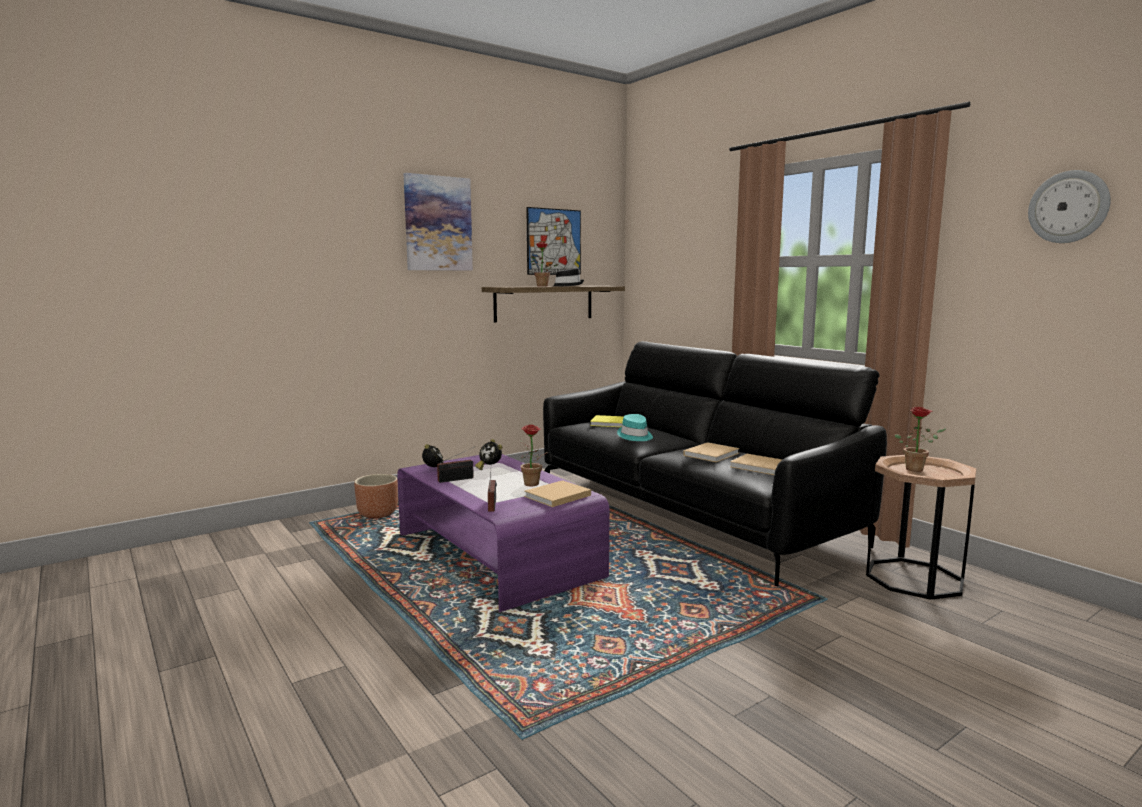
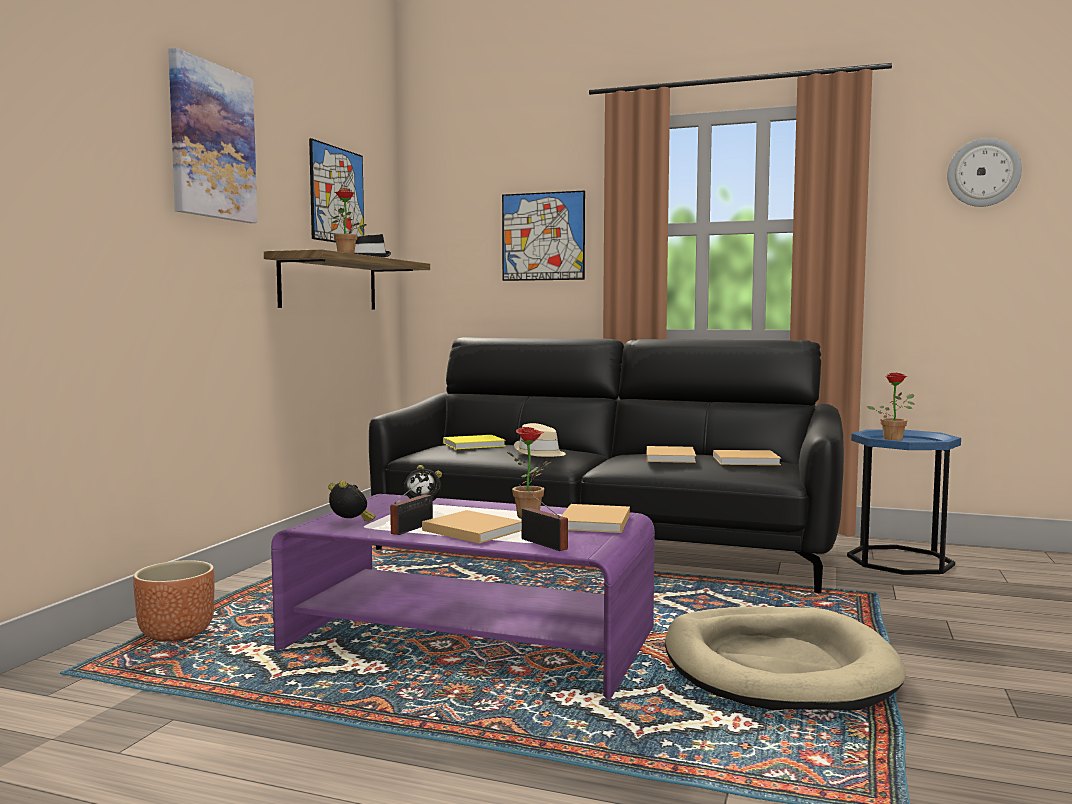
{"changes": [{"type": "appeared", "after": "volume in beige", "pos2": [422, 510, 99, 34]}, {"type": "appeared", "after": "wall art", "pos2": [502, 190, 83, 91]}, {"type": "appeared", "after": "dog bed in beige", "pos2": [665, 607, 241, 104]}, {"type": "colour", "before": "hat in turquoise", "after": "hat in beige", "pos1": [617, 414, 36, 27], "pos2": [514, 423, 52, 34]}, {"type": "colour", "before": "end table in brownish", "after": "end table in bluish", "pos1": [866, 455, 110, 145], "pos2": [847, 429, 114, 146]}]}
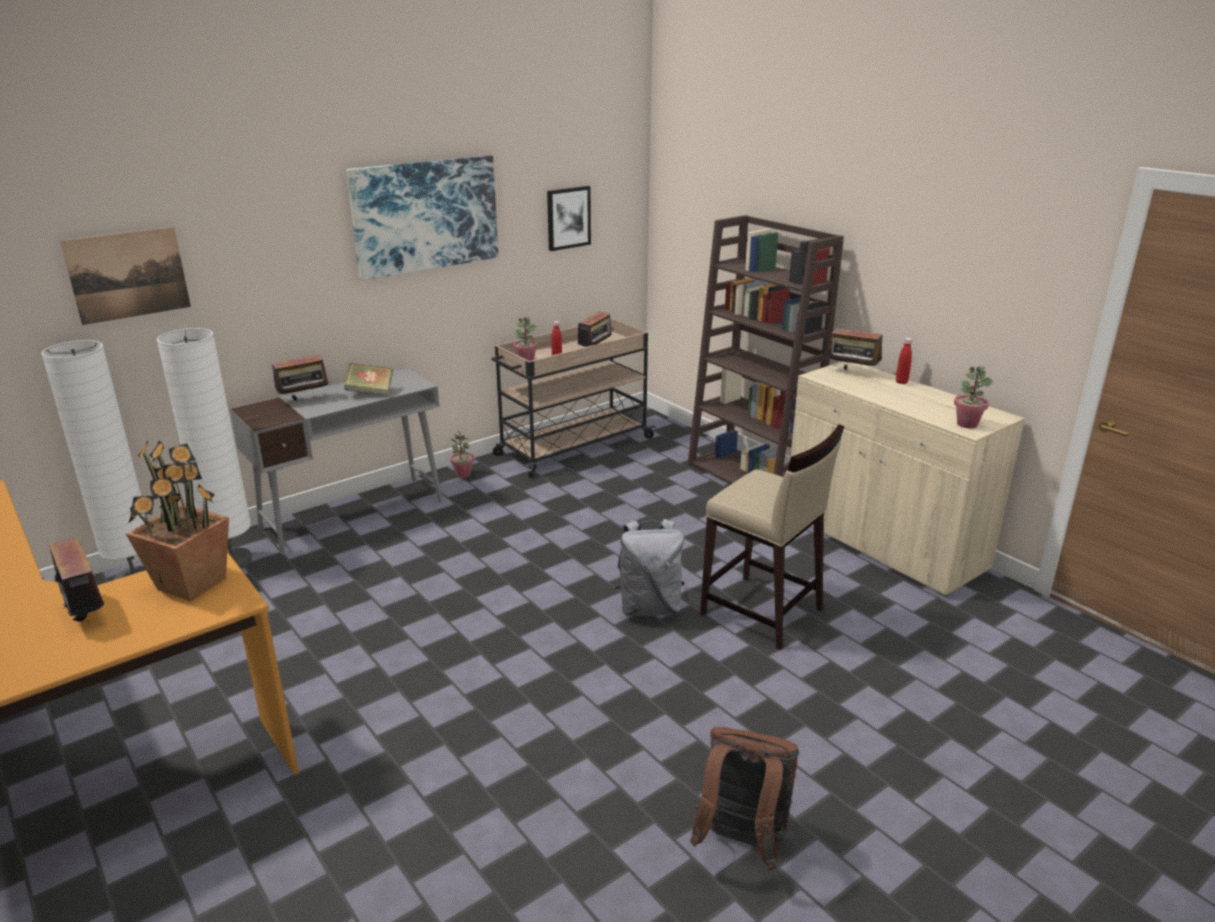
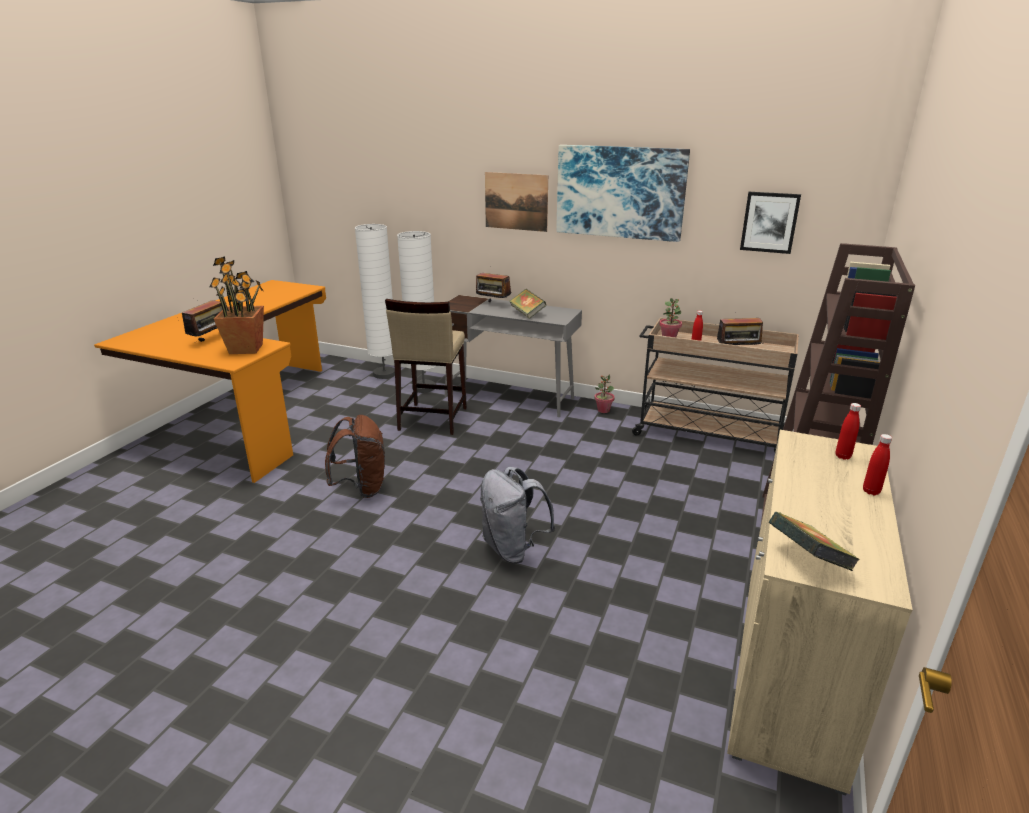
{"changes": [{"type": "relocated", "before": "wall art", "pos1": [60, 227, 131, 98], "pos2": [485, 172, 63, 60]}, {"type": "relocated", "before": "rucksack in brownish", "pos1": [690, 727, 109, 143], "pos2": [325, 415, 60, 83]}, {"type": "relocated", "before": "stool in beige", "pos1": [700, 424, 144, 226], "pos2": [385, 299, 82, 136]}, {"type": "exchanged", "before": "radio set", "after": "beverage bottle in red-coloured", "pos1": [828, 321, 55, 49], "pos2": [835, 403, 26, 57]}, {"type": "exchanged", "before": "houseplant", "after": "volume", "pos1": [954, 366, 39, 62], "pos2": [769, 512, 91, 59]}]}
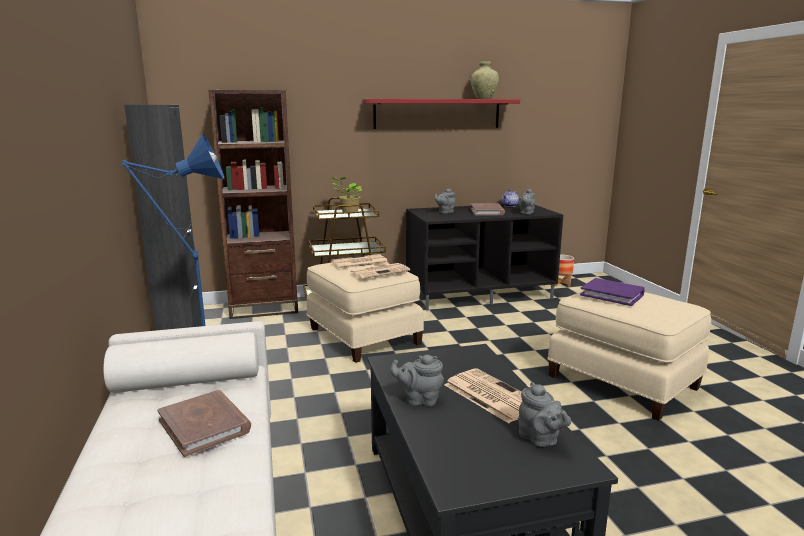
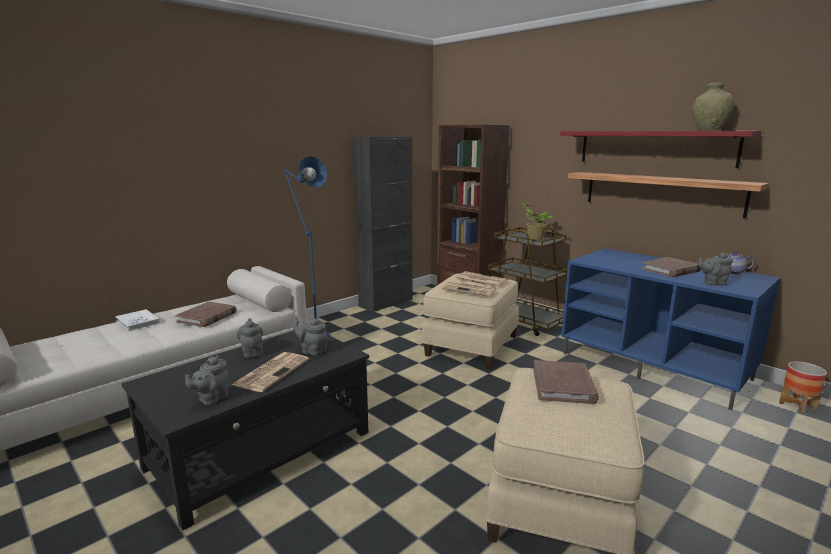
{"changes": [{"type": "appeared", "after": "volume in white", "pos2": [116, 309, 44, 22]}, {"type": "appeared", "after": "wall shelf", "pos2": [568, 172, 201, 46]}, {"type": "relocated", "before": "pot for tea in greyish", "pos1": [435, 189, 20, 24], "pos2": [293, 319, 34, 37]}, {"type": "colour", "before": "tv unit in black-coloured", "after": "tv unit in bluish", "pos1": [406, 204, 157, 107], "pos2": [561, 248, 219, 162]}, {"type": "colour", "before": "volume in purple-coloured", "after": "volume in brownish", "pos1": [580, 278, 65, 28], "pos2": [533, 360, 66, 44]}]}
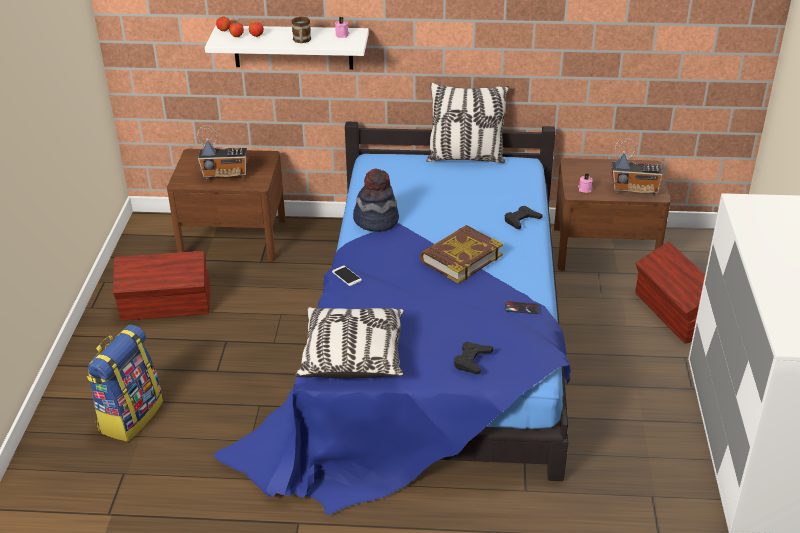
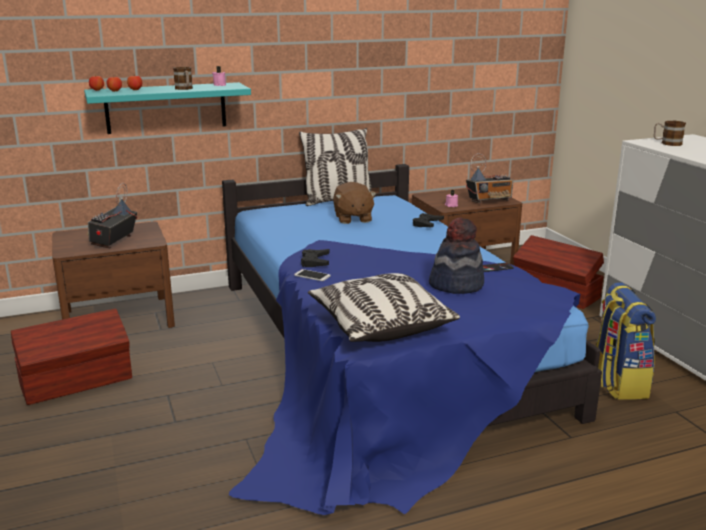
{"changes": [{"type": "missing", "before": "volume", "pos1": [420, 225, 83, 59]}, {"type": "appeared", "after": "soft toy in brownish", "pos2": [333, 182, 44, 42]}, {"type": "appeared", "after": "mug", "pos2": [654, 121, 32, 25]}, {"type": "relocated", "before": "rucksack", "pos1": [86, 325, 77, 117], "pos2": [596, 282, 60, 118]}, {"type": "relocated", "before": "hat", "pos1": [353, 169, 46, 63], "pos2": [429, 217, 55, 77]}, {"type": "relocated", "before": "gamepad in black-coloured", "pos1": [454, 342, 39, 32], "pos2": [301, 249, 28, 18]}, {"type": "colour", "before": "wall shelf in white", "after": "wall shelf in turquoise", "pos1": [205, 26, 164, 44], "pos2": [84, 82, 167, 52]}, {"type": "spun", "before": "radio set", "pos1": [198, 125, 50, 56], "pos2": [87, 183, 50, 66], "turn": 135}]}
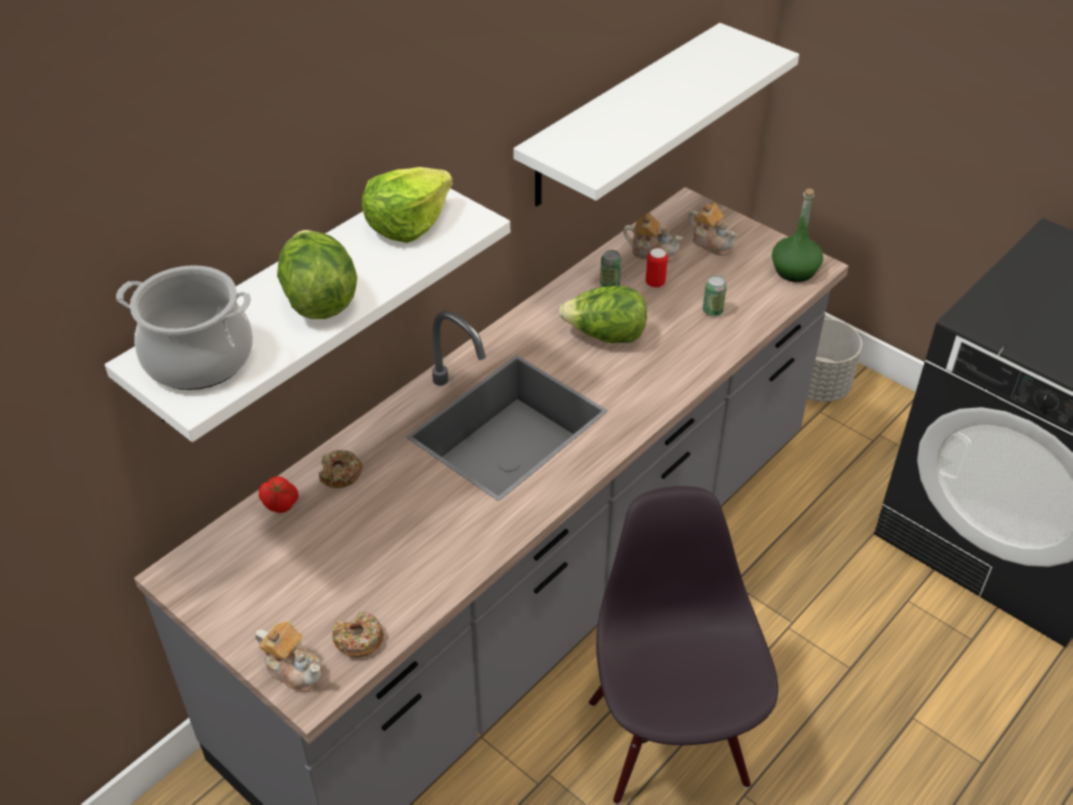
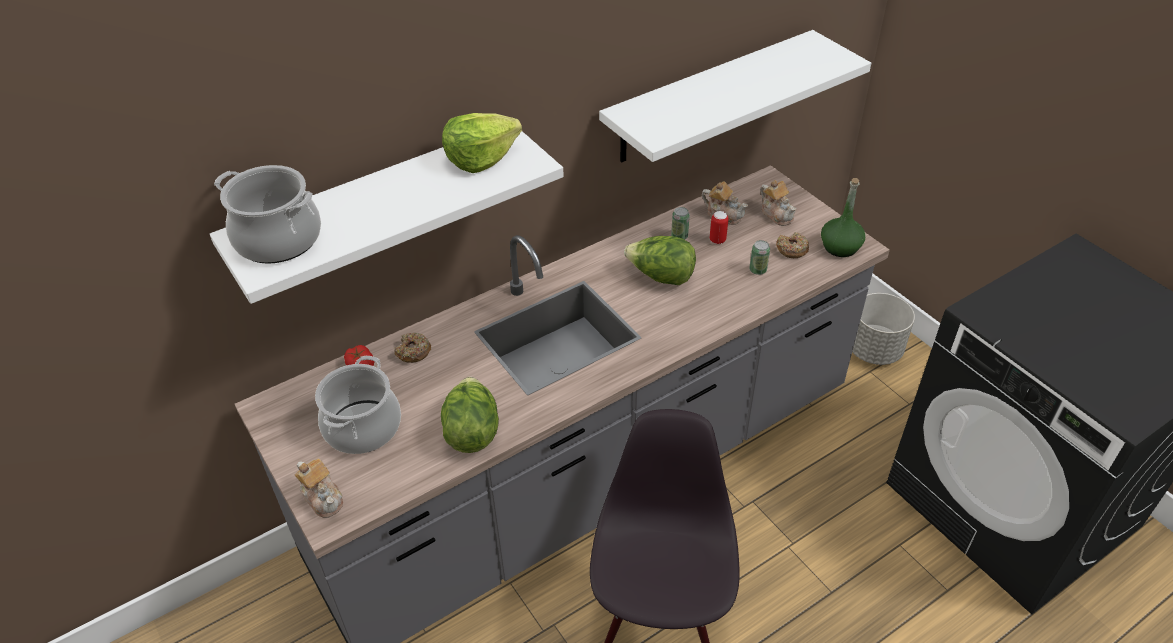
{"changes": [{"type": "appeared", "after": "stockpot", "pos2": [315, 356, 86, 98]}, {"type": "relocated", "before": "head of lettuce", "pos1": [277, 230, 80, 89], "pos2": [441, 377, 58, 76]}, {"type": "relocated", "before": "donut", "pos1": [332, 611, 52, 47], "pos2": [776, 232, 33, 26]}]}
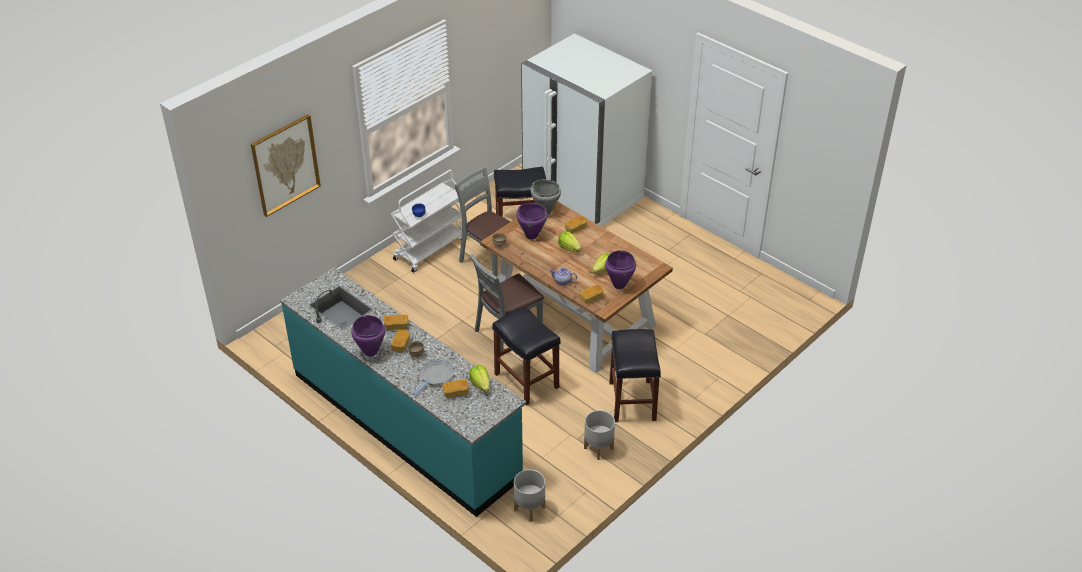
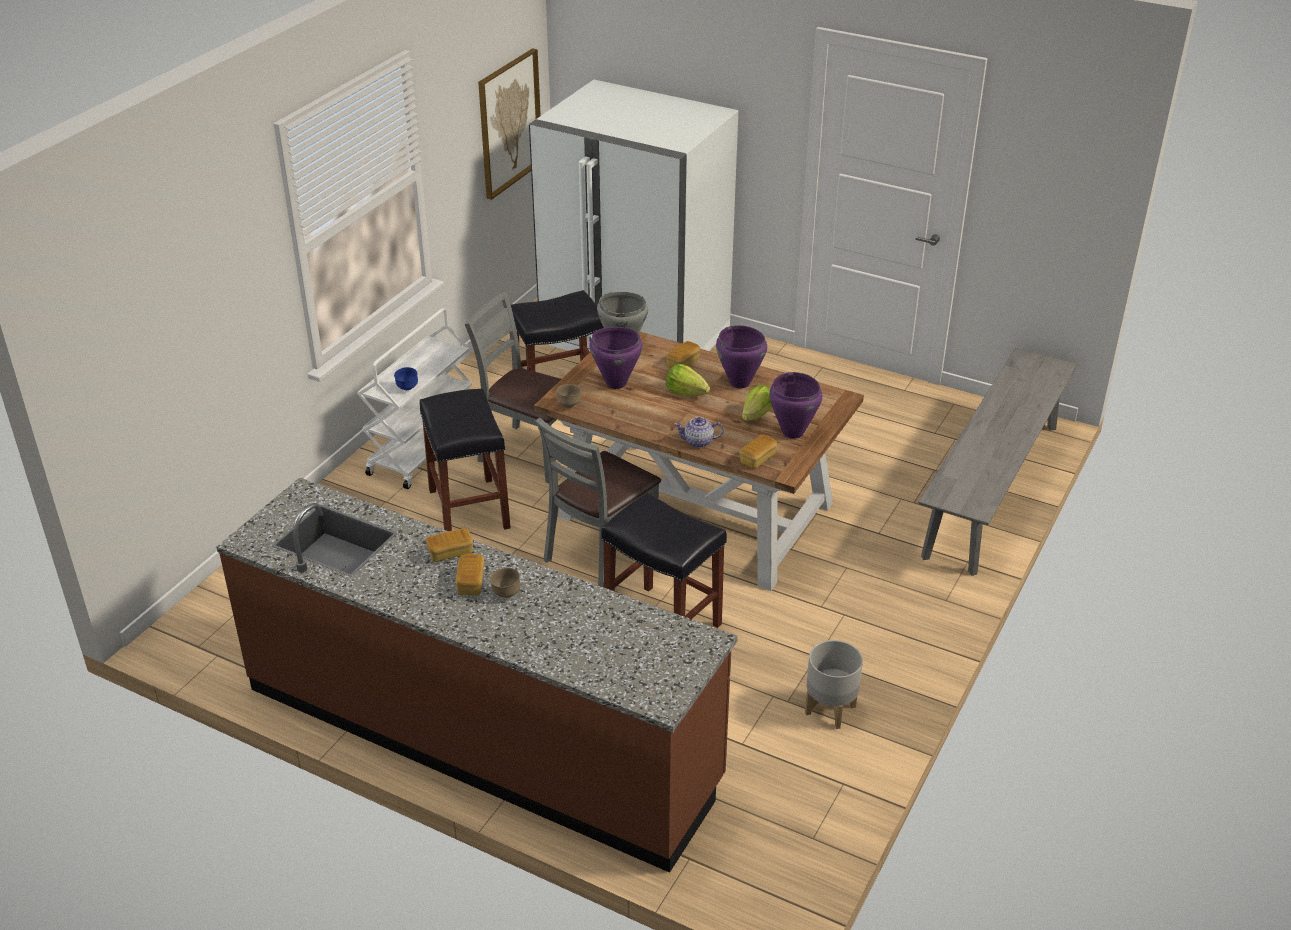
{"changes": [{"type": "missing", "before": "pan", "pos1": [413, 360, 41, 35]}, {"type": "missing", "before": "baked bread", "pos1": [443, 379, 26, 19]}, {"type": "missing", "before": "head of lettuce", "pos1": [469, 365, 21, 27]}, {"type": "missing", "before": "flower pot in greyish", "pos1": [514, 469, 31, 52]}, {"type": "appeared", "after": "long seat in greyish", "pos2": [918, 348, 160, 228]}, {"type": "relocated", "before": "wall art", "pos1": [251, 114, 70, 103], "pos2": [478, 48, 63, 152]}, {"type": "relocated", "before": "stockpot in purple-coloured", "pos1": [351, 315, 34, 42], "pos2": [716, 325, 51, 64]}, {"type": "relocated", "before": "stool in black-coloured", "pos1": [609, 329, 52, 93], "pos2": [420, 389, 91, 142]}, {"type": "colour", "before": "counter in turquoise", "after": "counter in brownish", "pos1": [280, 268, 246, 249], "pos2": [217, 477, 521, 396]}]}
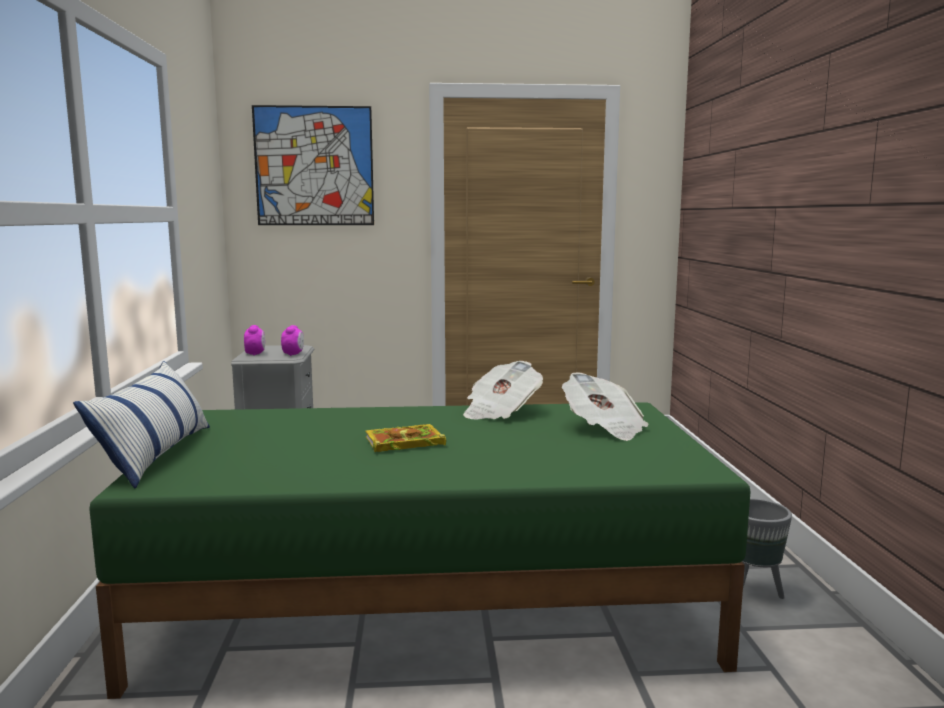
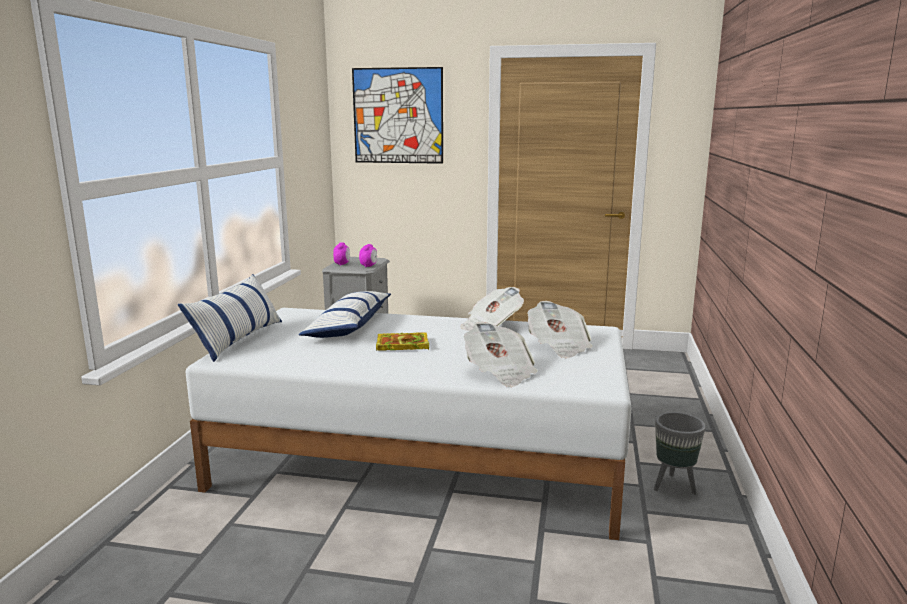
{"changes": [{"type": "appeared", "after": "throw pillow", "pos2": [299, 291, 92, 47]}, {"type": "appeared", "after": "daily paper", "pos2": [464, 322, 73, 65]}, {"type": "colour", "before": "sleeping bed in greenish", "after": "sleeping bed in white", "pos1": [89, 402, 662, 297], "pos2": [186, 308, 446, 232]}]}
